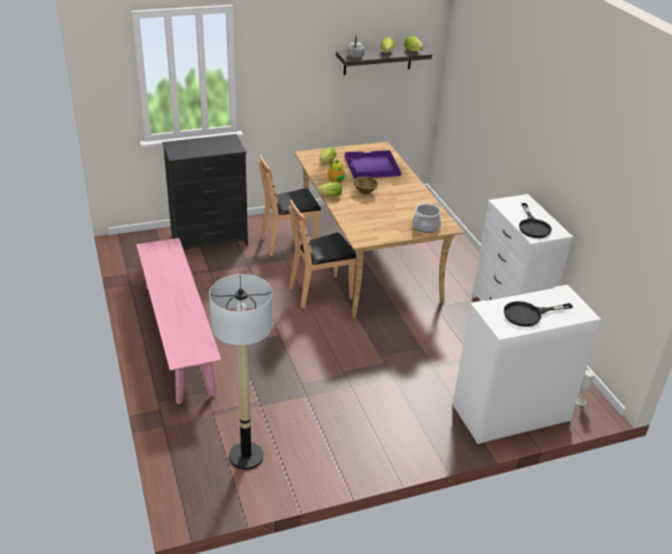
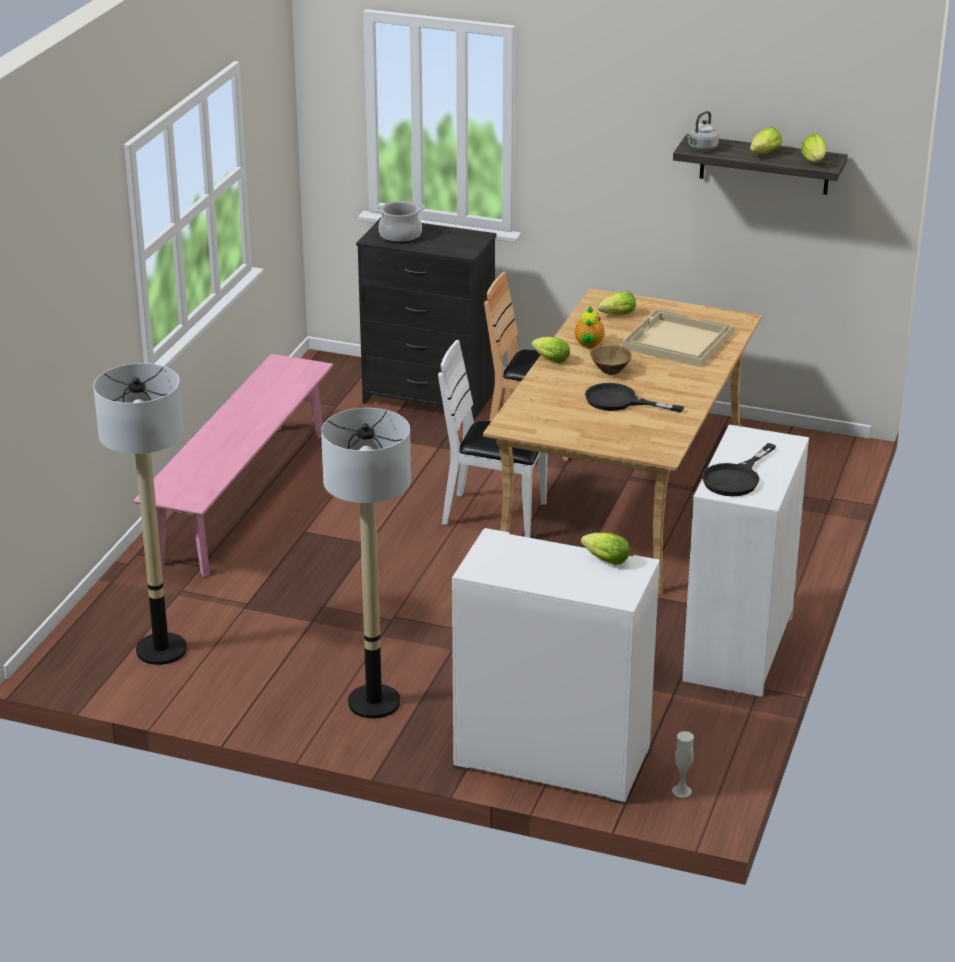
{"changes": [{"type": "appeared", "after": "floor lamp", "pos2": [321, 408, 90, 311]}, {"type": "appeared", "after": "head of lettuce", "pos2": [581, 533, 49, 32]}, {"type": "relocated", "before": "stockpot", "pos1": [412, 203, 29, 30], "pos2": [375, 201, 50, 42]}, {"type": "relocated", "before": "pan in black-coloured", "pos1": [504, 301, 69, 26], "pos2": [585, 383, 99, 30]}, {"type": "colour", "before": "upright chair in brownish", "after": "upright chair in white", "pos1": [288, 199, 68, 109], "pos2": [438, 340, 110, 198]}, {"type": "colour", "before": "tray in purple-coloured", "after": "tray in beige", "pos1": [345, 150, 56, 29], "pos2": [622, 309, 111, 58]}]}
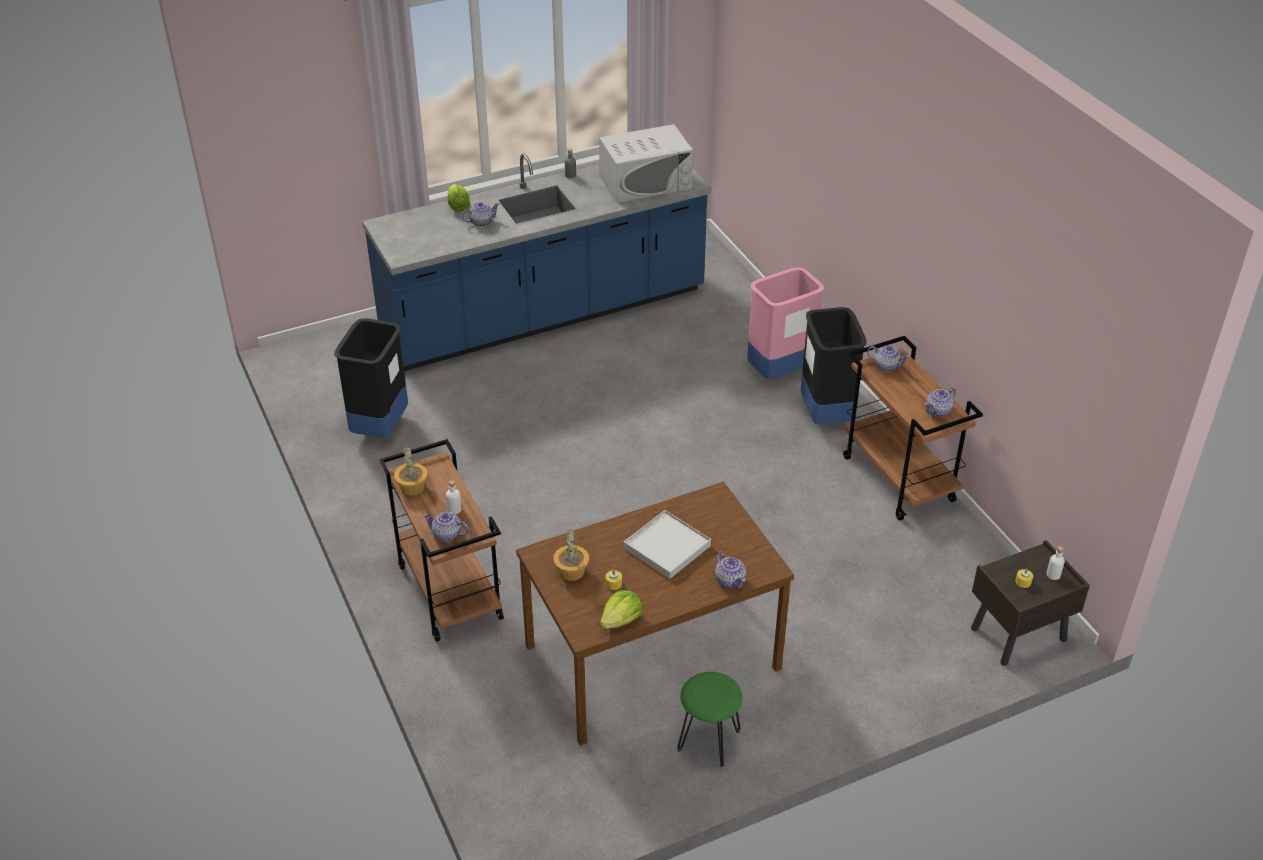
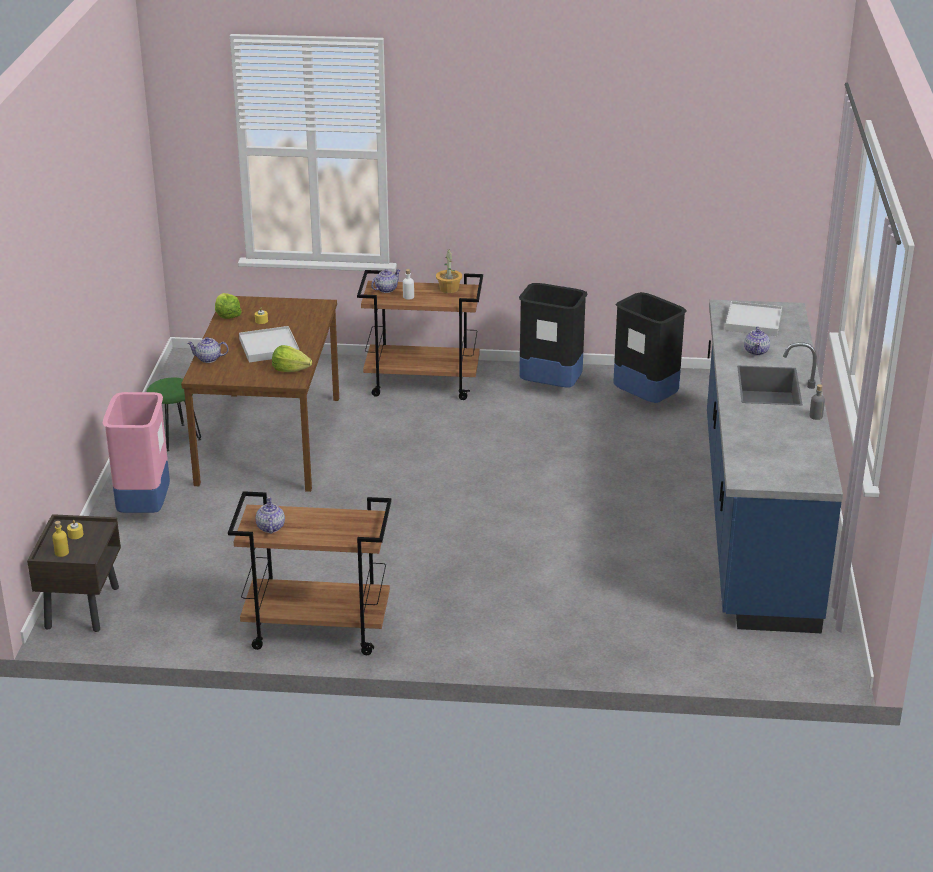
{"changes": [{"type": "missing", "before": "houseplant", "pos1": [553, 529, 36, 52]}, {"type": "missing", "before": "microwave oven in white", "pos1": [599, 124, 94, 79]}, {"type": "missing", "before": "pot for tea", "pos1": [867, 345, 42, 27]}, {"type": "appeared", "after": "tray in white", "pos2": [725, 301, 57, 35]}, {"type": "relocated", "before": "head of lettuce", "pos1": [447, 184, 23, 28], "pos2": [272, 345, 40, 27]}, {"type": "relocated", "before": "trash can in pink", "pos1": [747, 267, 77, 112], "pos2": [103, 392, 67, 121]}, {"type": "relocated", "before": "trash can in black-coloured", "pos1": [801, 307, 66, 118], "pos2": [519, 283, 69, 104]}, {"type": "colour", "before": "beverage bottle in white", "after": "beverage bottle in yellowish", "pos1": [1046, 546, 19, 34], "pos2": [52, 521, 17, 36]}]}
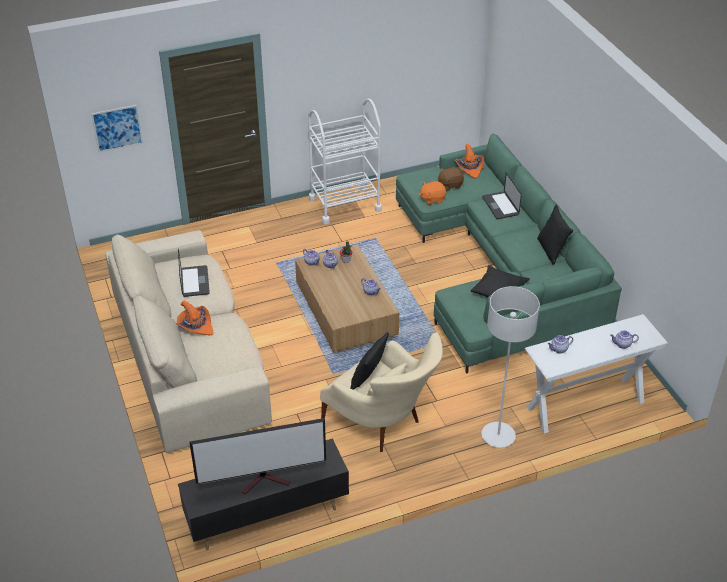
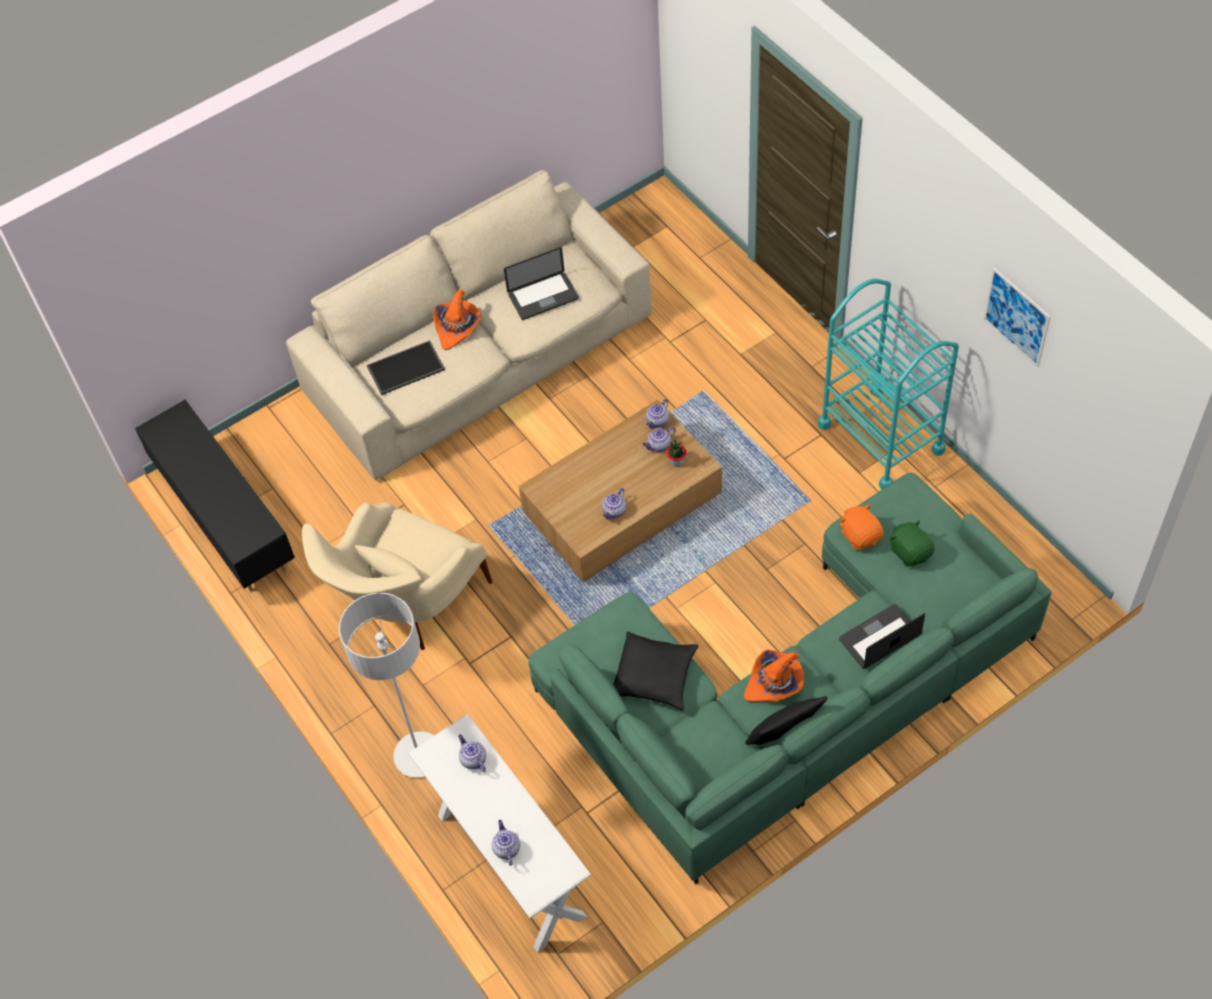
{"changes": [{"type": "missing", "before": "TV", "pos1": [189, 418, 137, 76]}, {"type": "missing", "before": "throw pillow in black-coloured", "pos1": [351, 332, 38, 58]}, {"type": "appeared", "after": "tray", "pos2": [367, 340, 78, 55]}, {"type": "relocated", "before": "wall art", "pos1": [91, 105, 52, 48], "pos2": [983, 268, 68, 100]}, {"type": "relocated", "before": "hat in orange", "pos1": [455, 144, 29, 35], "pos2": [744, 649, 60, 53]}, {"type": "colour", "before": "cart in white", "after": "cart in turquoise", "pos1": [308, 99, 74, 125], "pos2": [818, 279, 141, 211]}, {"type": "colour", "before": "soft toy in brownish", "after": "soft toy in greenish", "pos1": [437, 167, 27, 24], "pos2": [890, 520, 45, 47]}]}
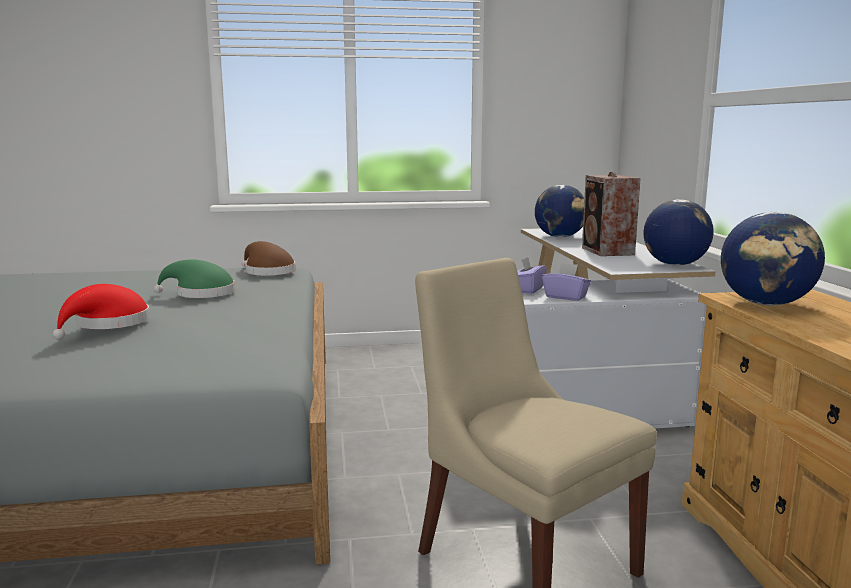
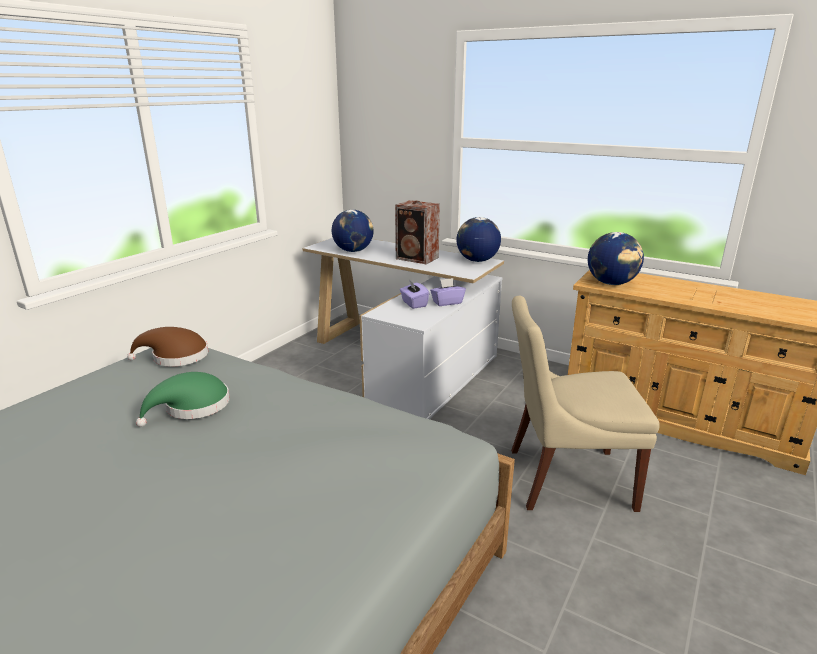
{"changes": [{"type": "missing", "before": "hat in red-coloured", "pos1": [52, 284, 98, 56]}]}
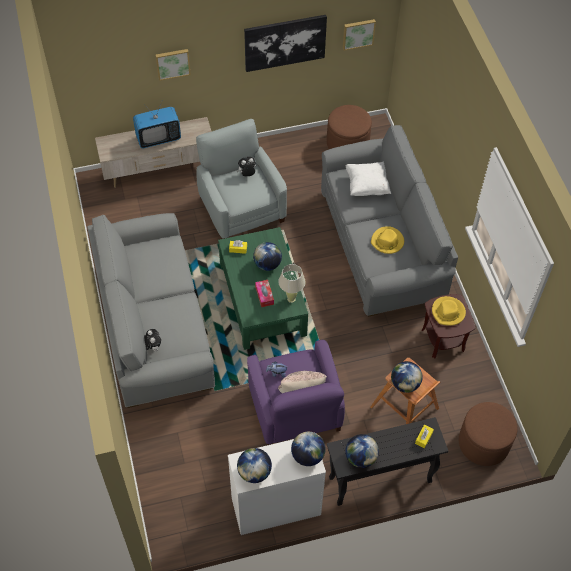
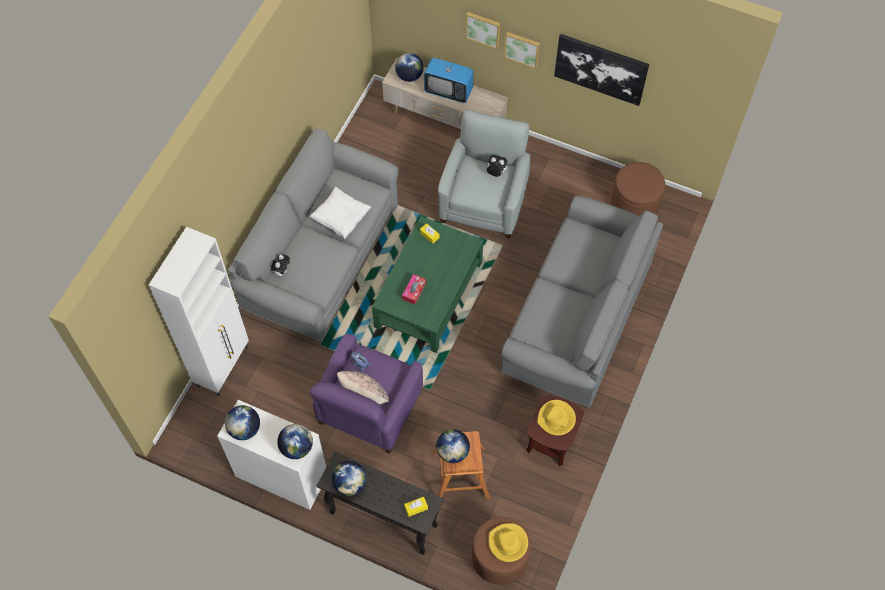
{"changes": [{"type": "missing", "before": "lamp for a table in beige", "pos1": [278, 264, 28, 39]}, {"type": "appeared", "after": "cupboard in white", "pos2": [149, 227, 100, 169]}, {"type": "relocated", "before": "world globe", "pos1": [253, 242, 29, 29], "pos2": [395, 53, 28, 29]}, {"type": "relocated", "before": "wall art", "pos1": [343, 19, 33, 32], "pos2": [504, 32, 36, 37]}, {"type": "relocated", "before": "throw pillow in white", "pos1": [346, 162, 45, 34], "pos2": [309, 187, 62, 52]}, {"type": "relocated", "before": "hat in yellowish", "pos1": [371, 226, 33, 28], "pos2": [489, 523, 39, 39]}]}
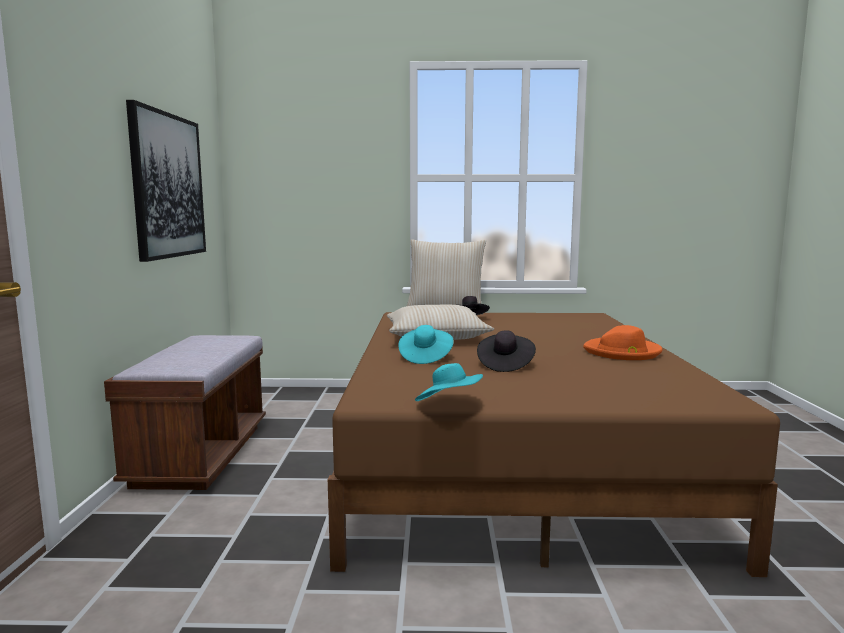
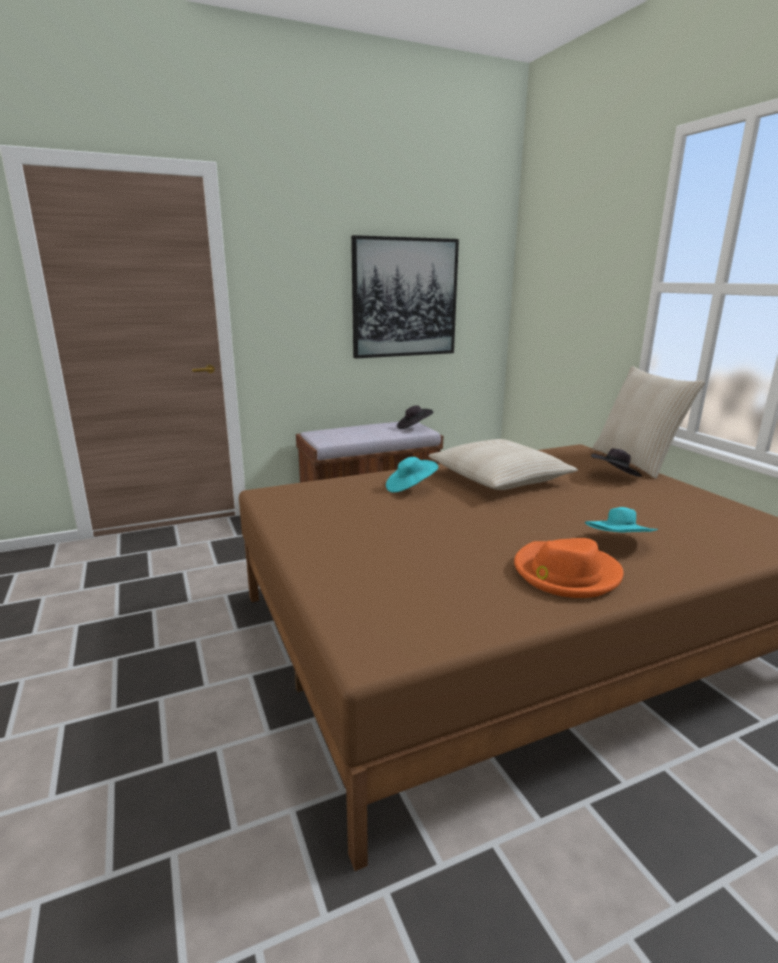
{"changes": [{"type": "relocated", "before": "hat in turquoise", "pos1": [415, 363, 68, 38], "pos2": [585, 507, 73, 25]}, {"type": "relocated", "before": "hat in black-coloured", "pos1": [477, 330, 59, 42], "pos2": [397, 406, 36, 23]}]}
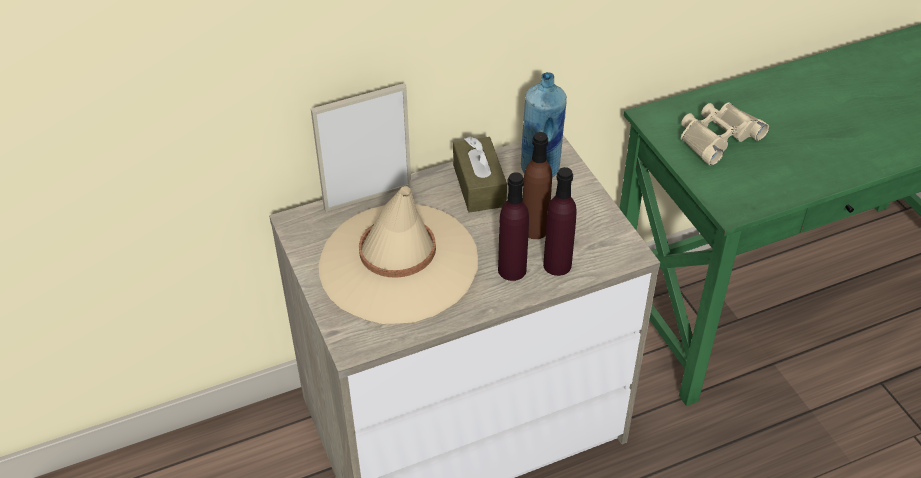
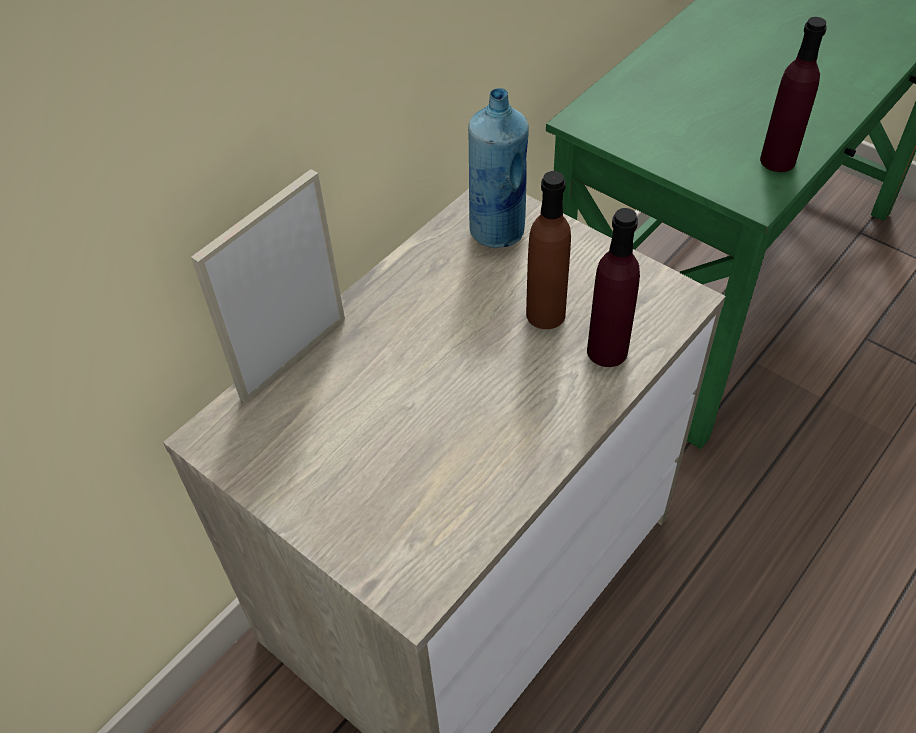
{"changes": [{"type": "missing", "before": "hat in beige", "pos1": [319, 186, 159, 138]}, {"type": "missing", "before": "box of tissues in brownish", "pos1": [453, 137, 54, 76]}, {"type": "missing", "before": "field glasses in beige", "pos1": [681, 102, 88, 64]}, {"type": "relocated", "before": "beverage bottle in purple-coloured", "pos1": [498, 172, 31, 109], "pos2": [760, 17, 67, 155]}]}
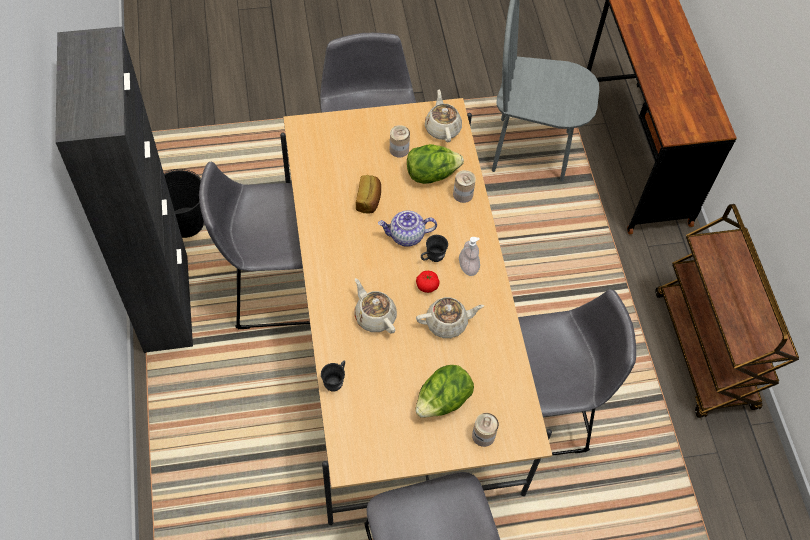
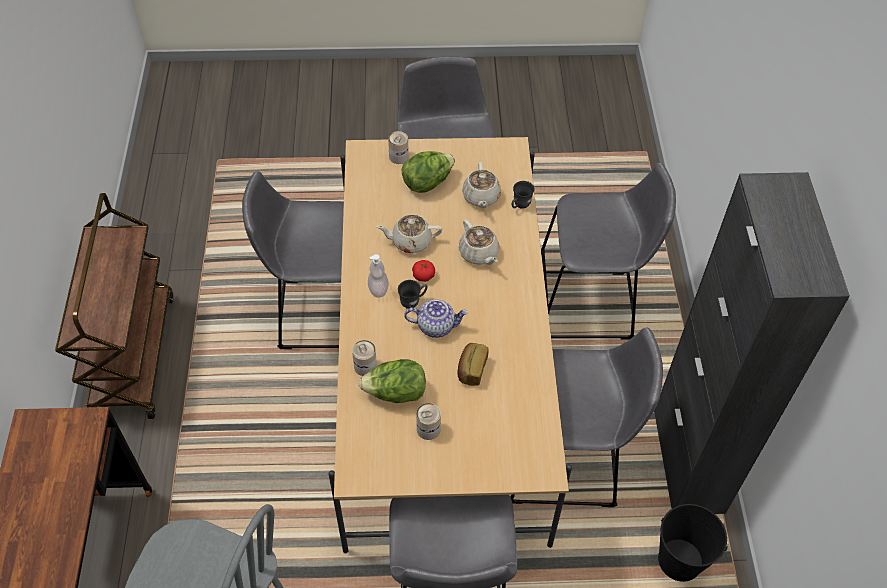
{"changes": [{"type": "appeared", "after": "stool in greyish", "pos2": [541, 163, 135, 177]}, {"type": "relocated", "before": "pot for tea in beige", "pos1": [425, 89, 37, 53], "pos2": [462, 162, 39, 46]}]}
